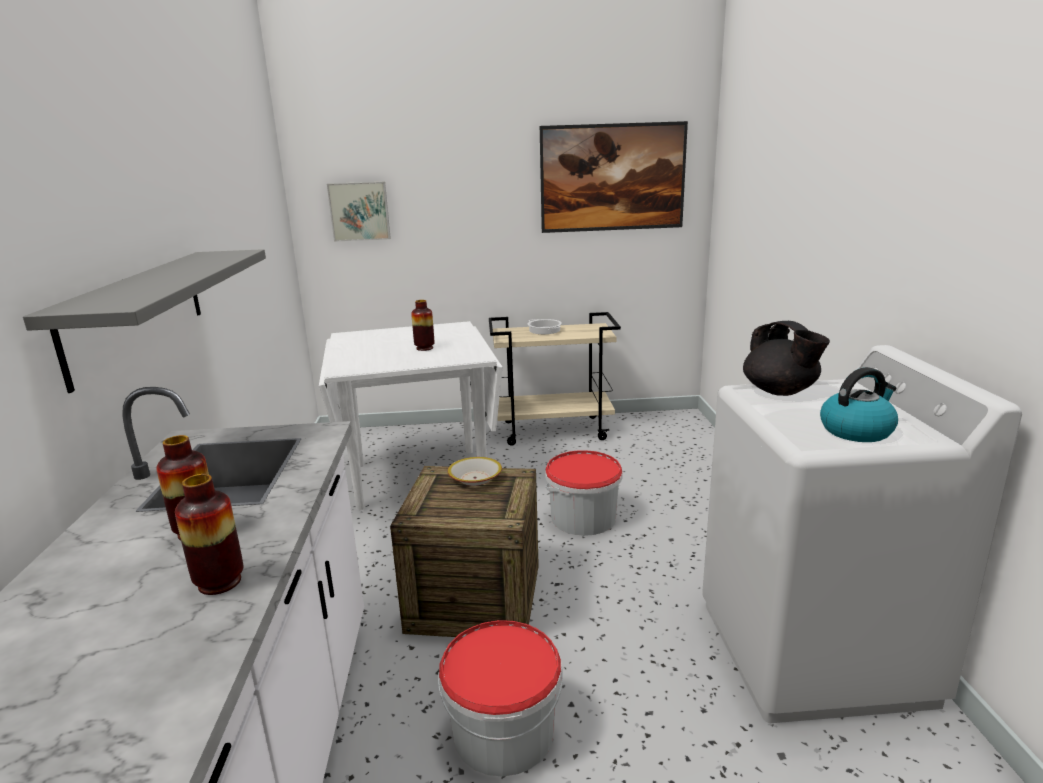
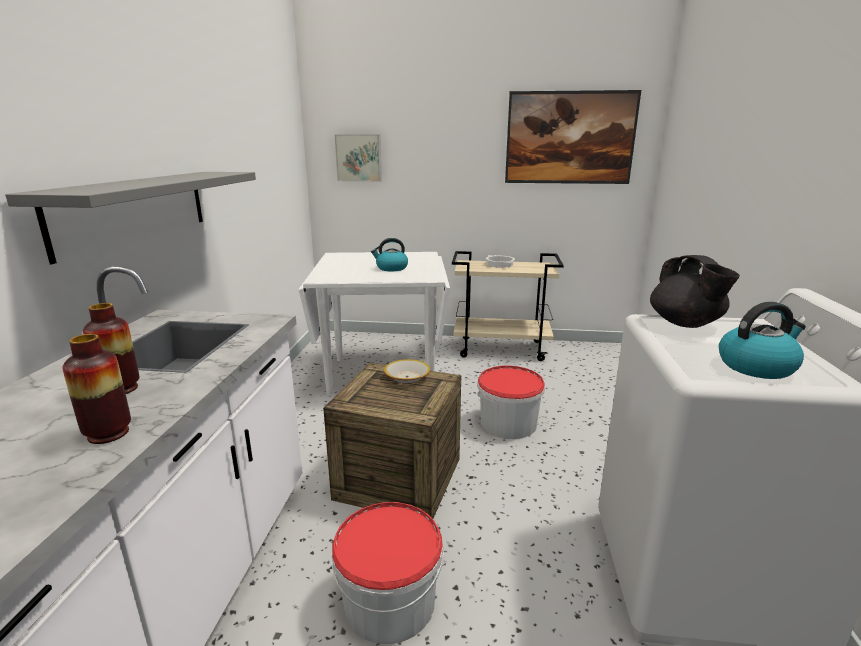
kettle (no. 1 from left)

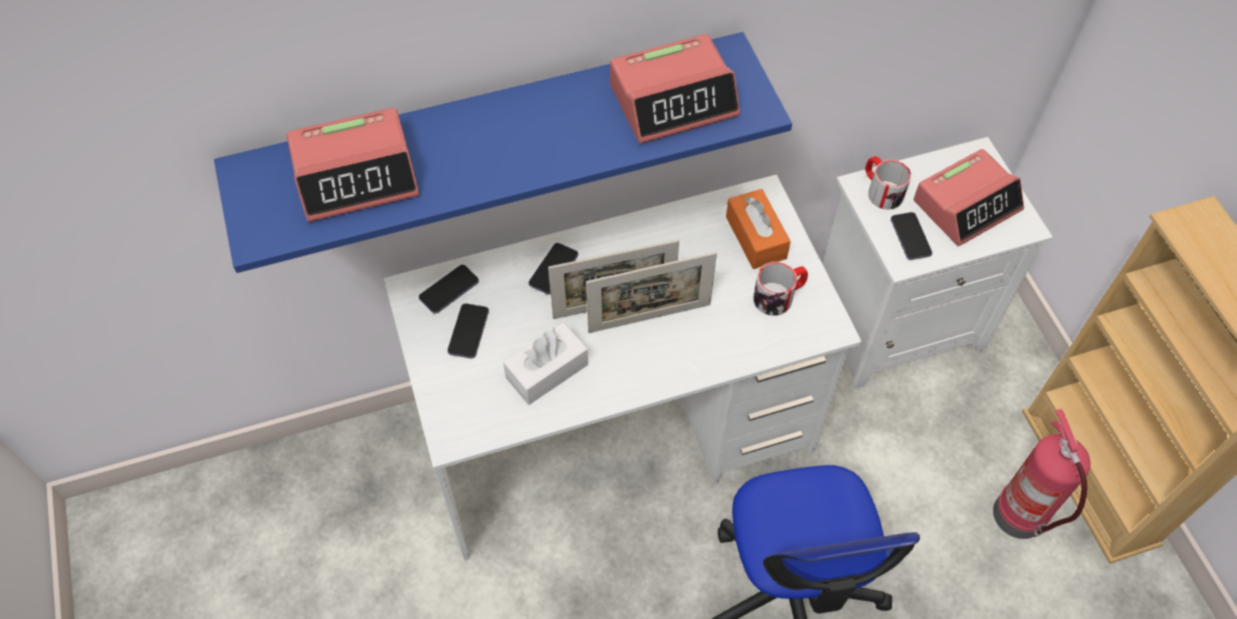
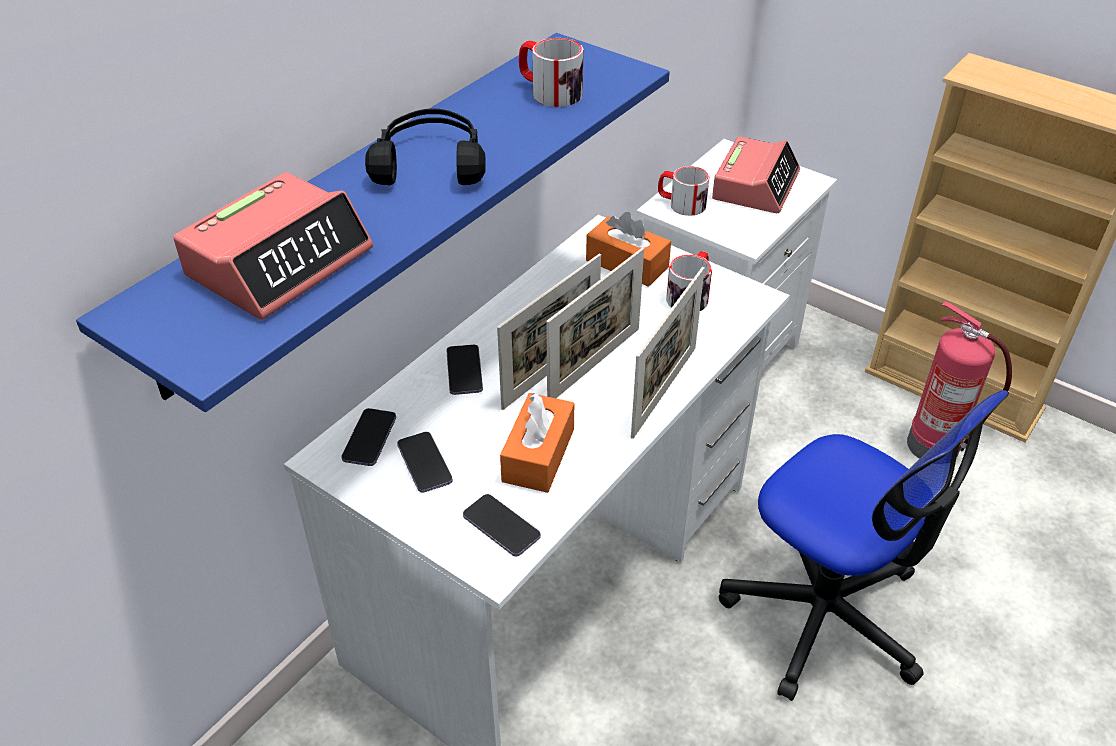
mug (no. 1 from left)
phone (no. 4 from left)
orange tissue box (no. 1 from left)
black headphones
picture frame (no. 3 from left)

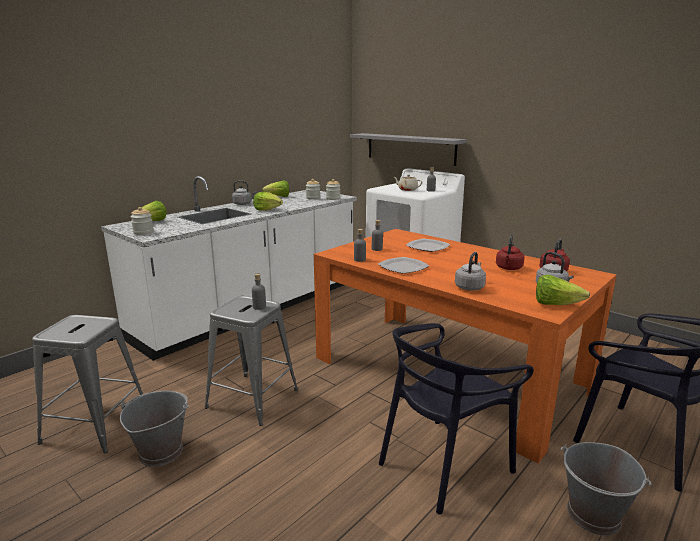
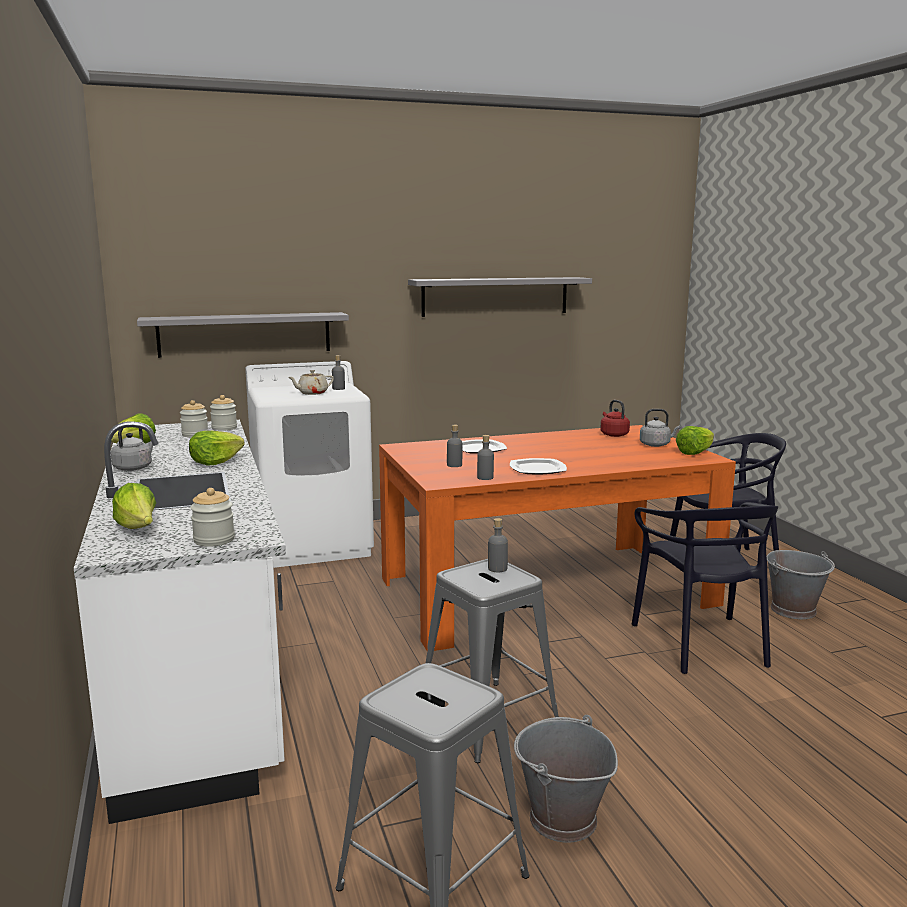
red kettle (no. 1 from left in the first image)
grey kettle (no. 2 from left in the first image)
grey shelf (no. 2 from left)

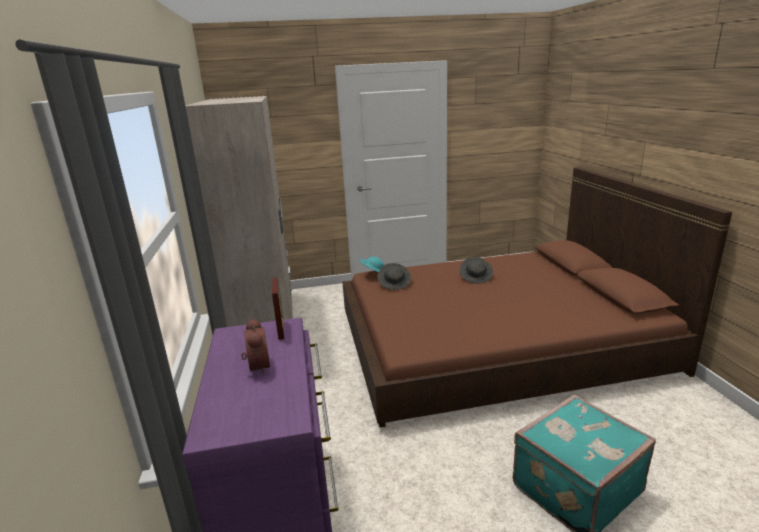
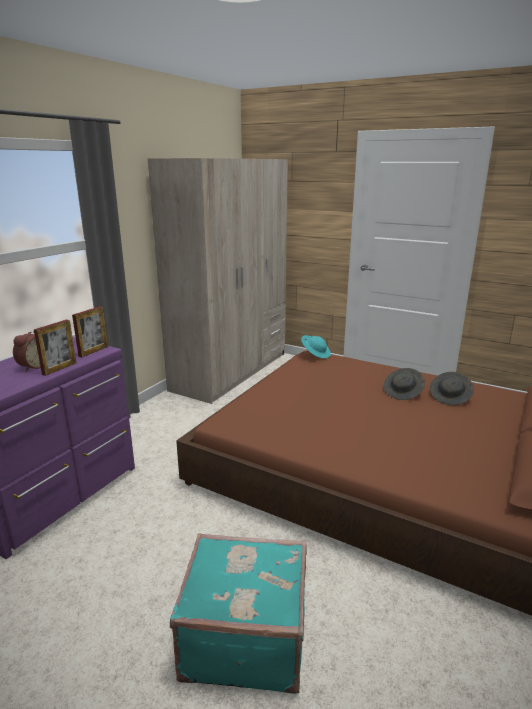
grey hat (no. 2 from left)
picture frame (no. 1 from left)

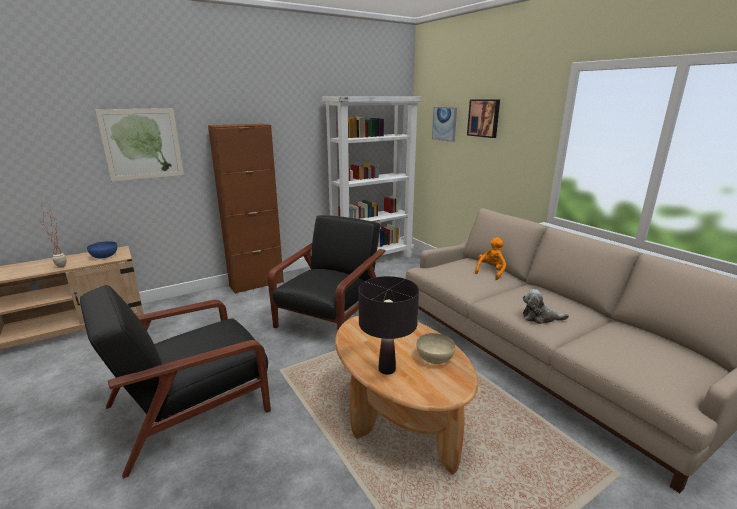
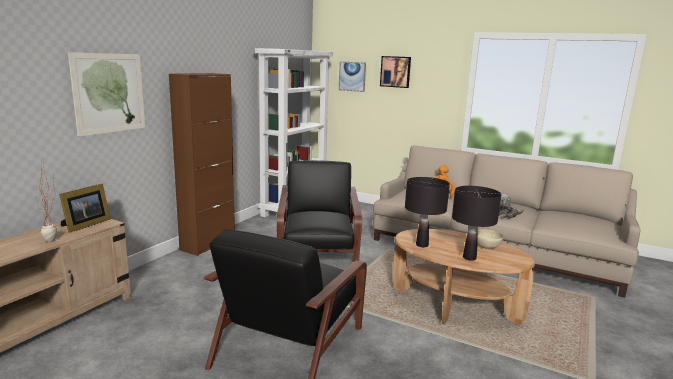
picture frame
black table lamp (no. 1 from left)

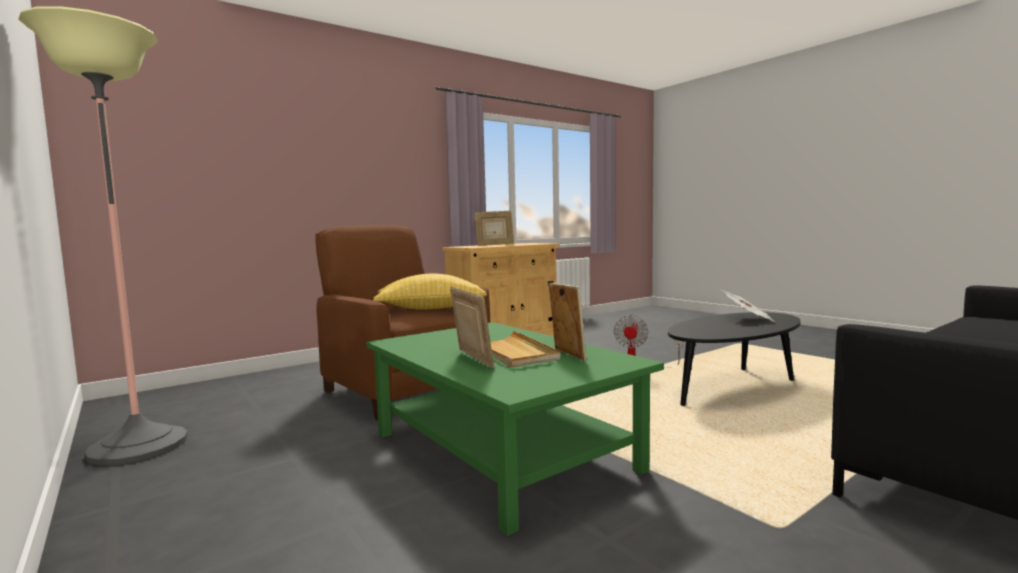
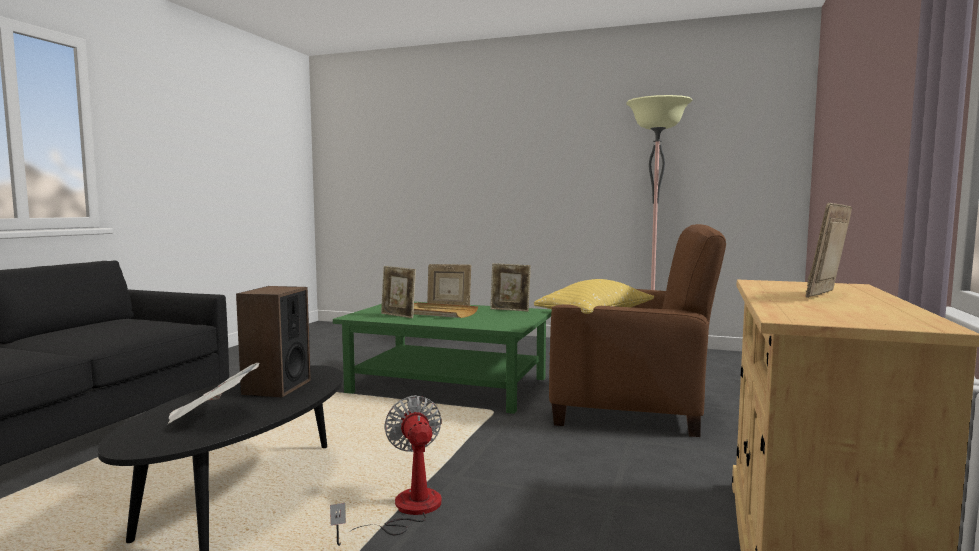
picture frame (no. 3 from left)
speaker

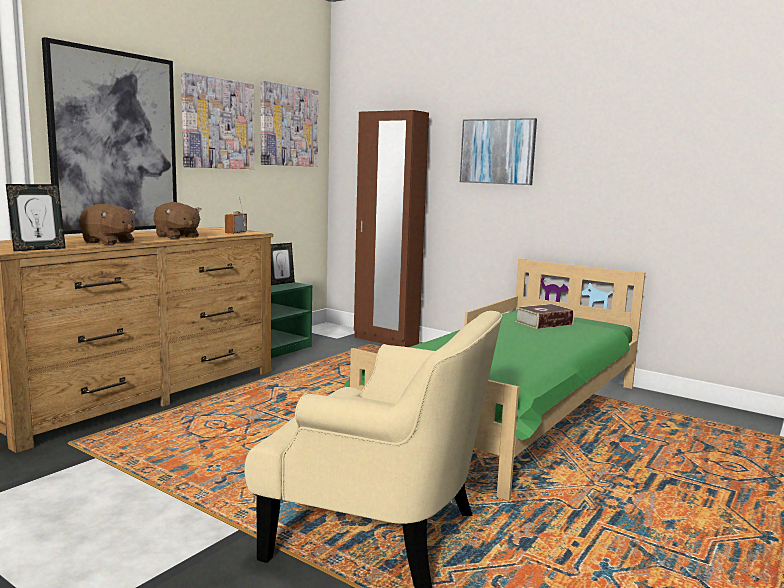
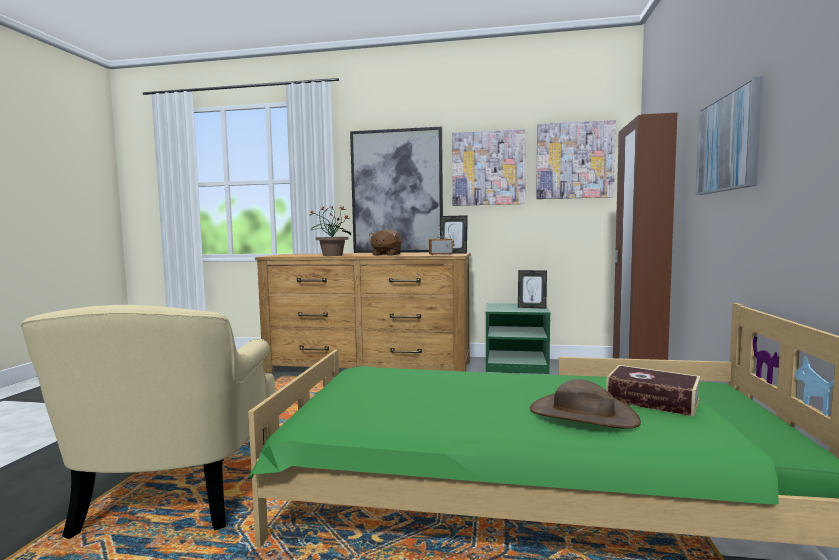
picture frame (no. 1 from left)
potted plant
brown hat

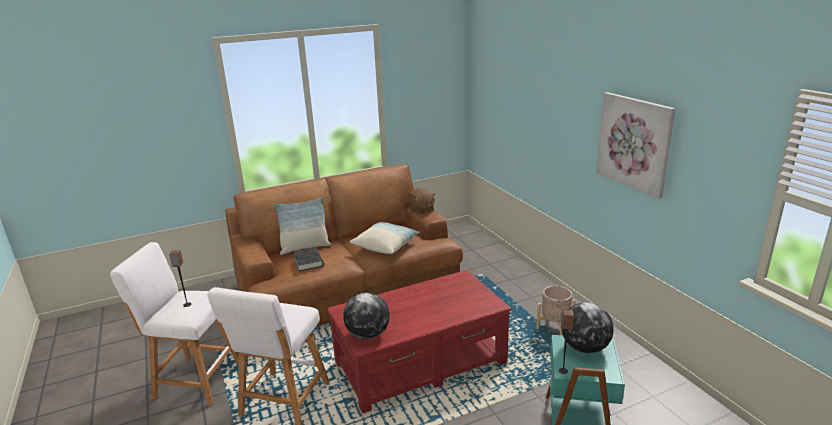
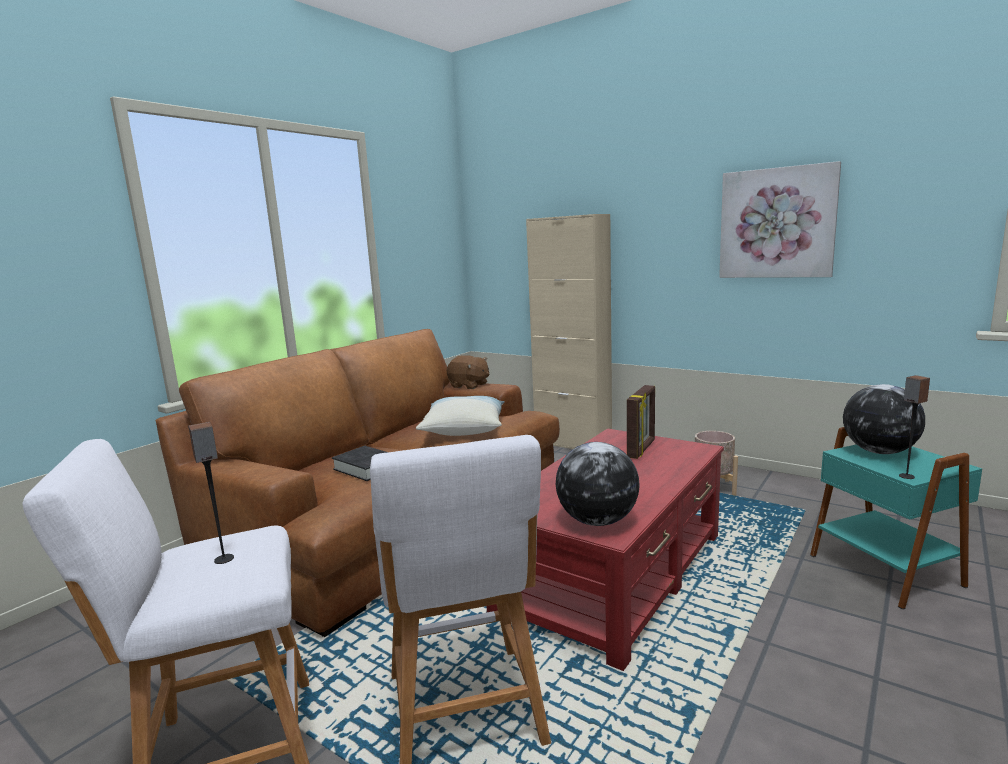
pillow (no. 1 from left in the first image)
beige cabinet
picture frame

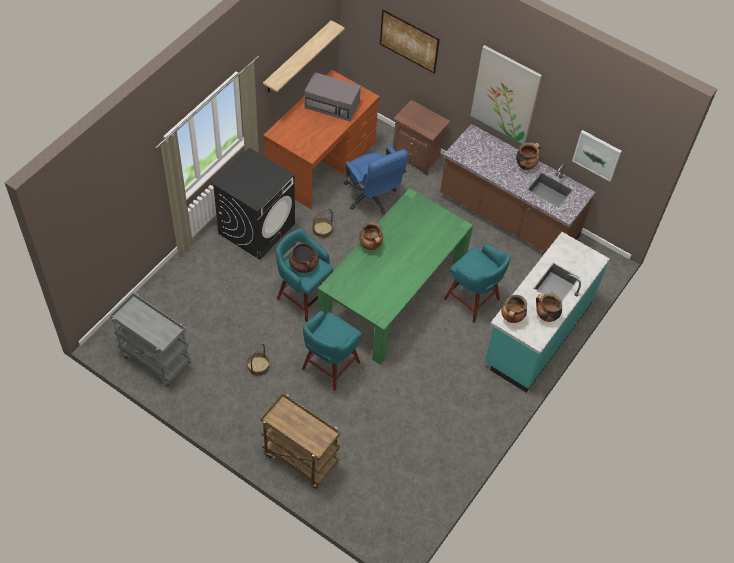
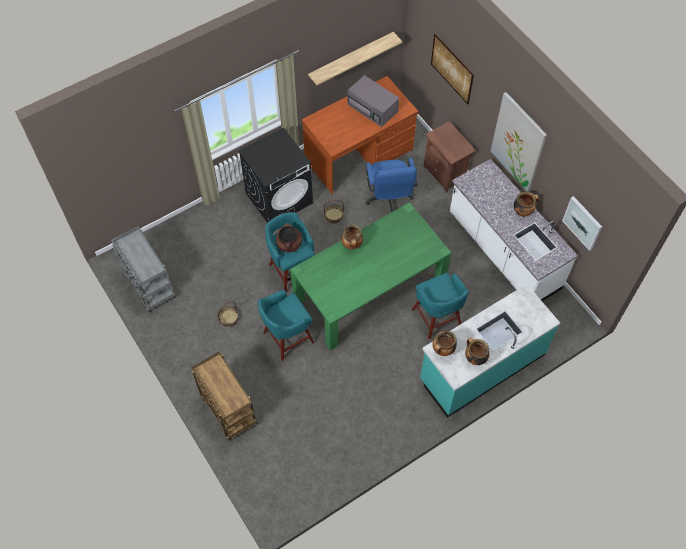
white counter

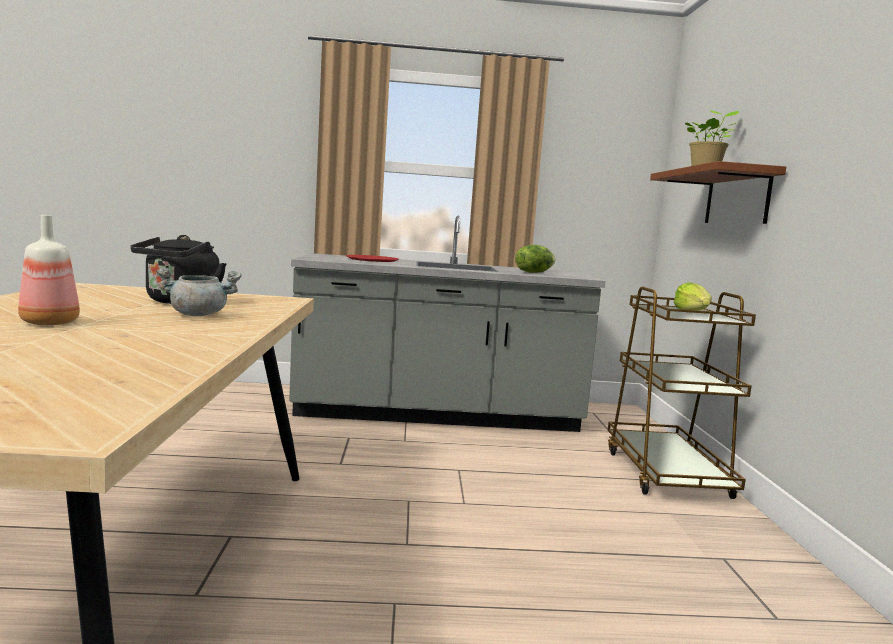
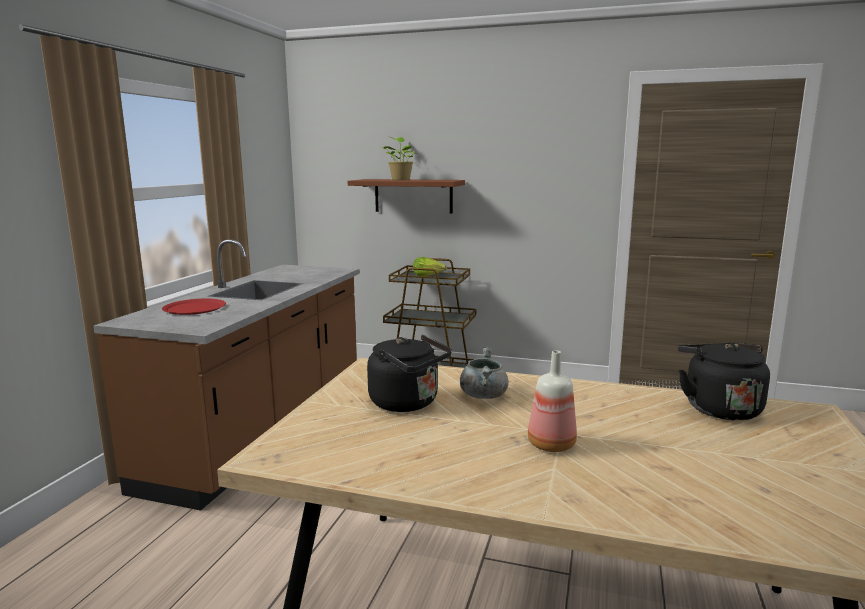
brown counter
lettuce (no. 1 from left in the first image)
black kettle (no. 2 from left)

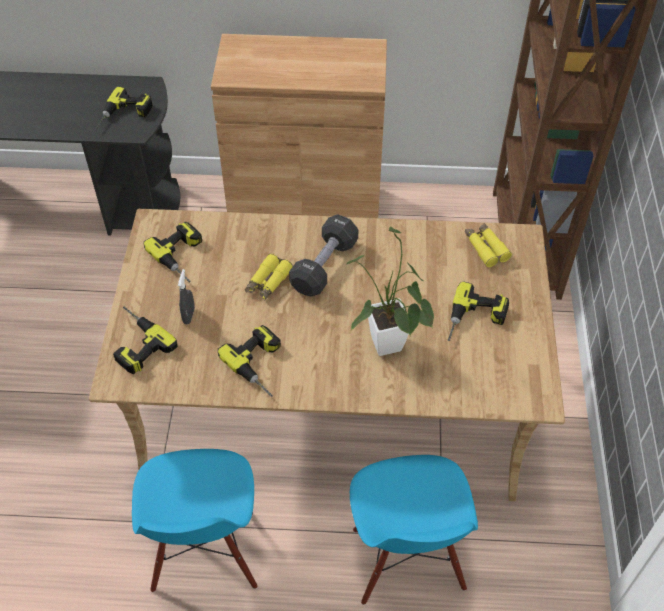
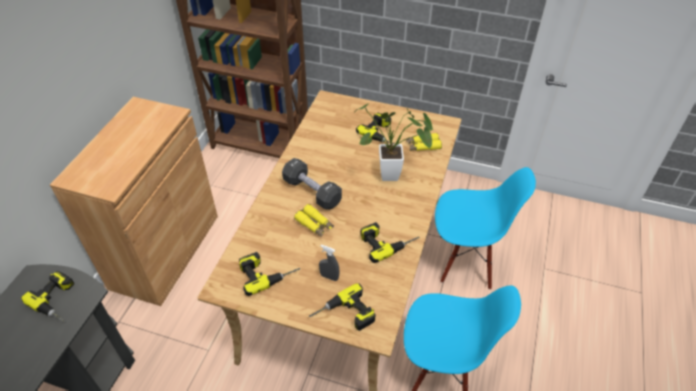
yellow binoculars (no. 2 from left)

